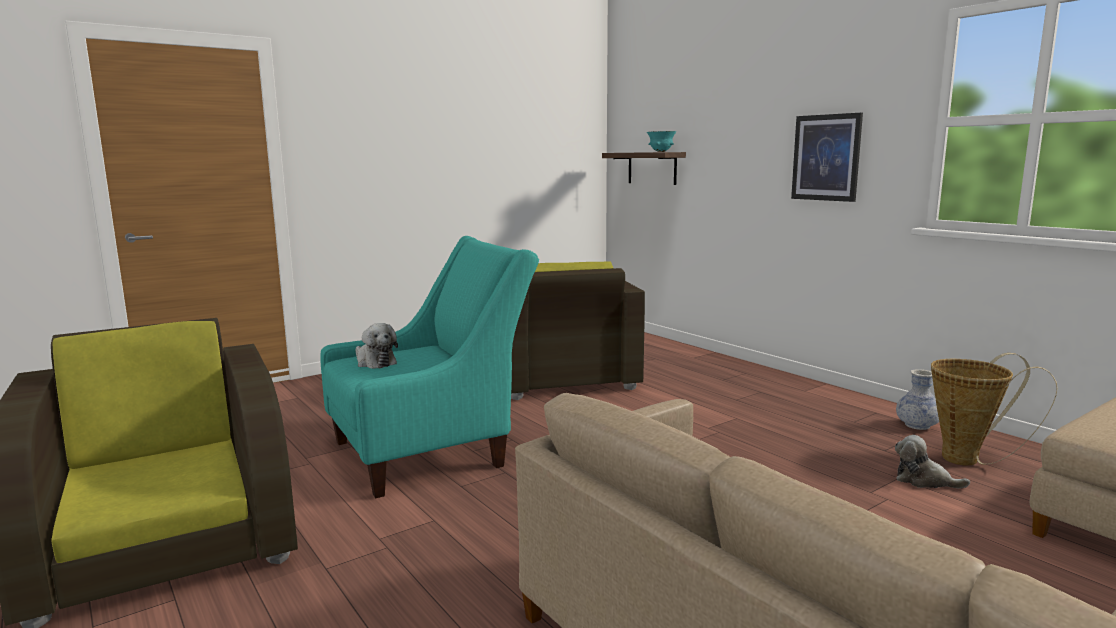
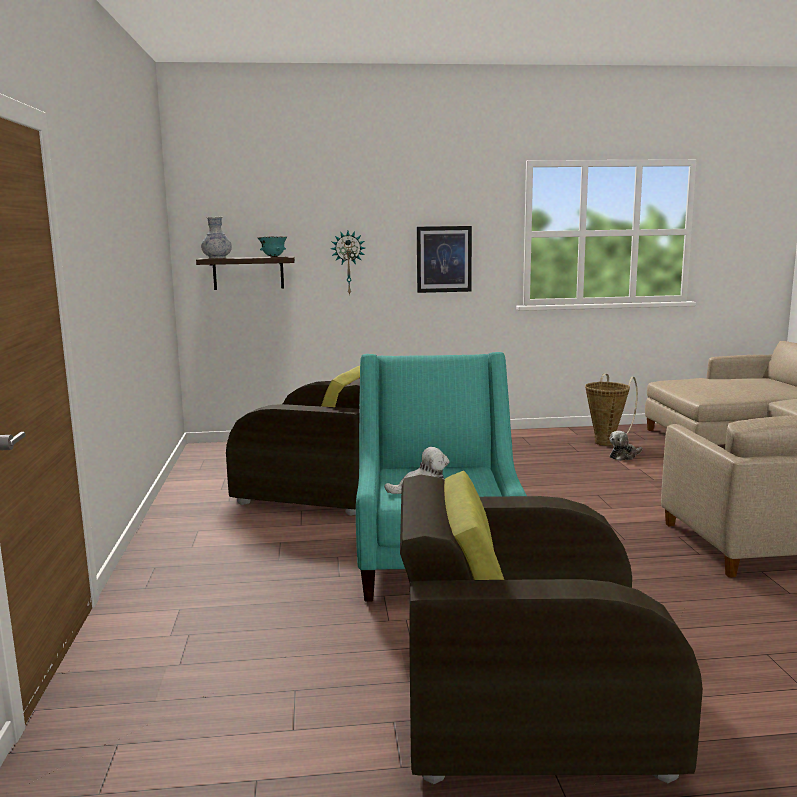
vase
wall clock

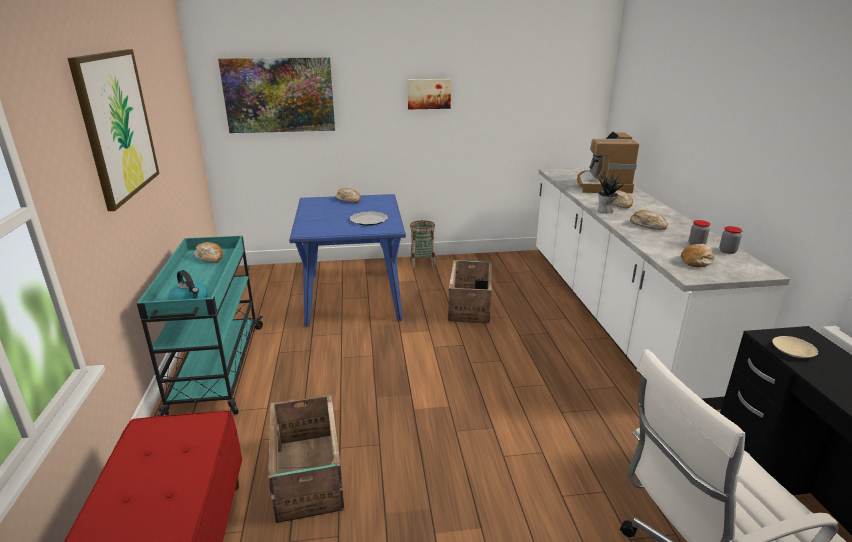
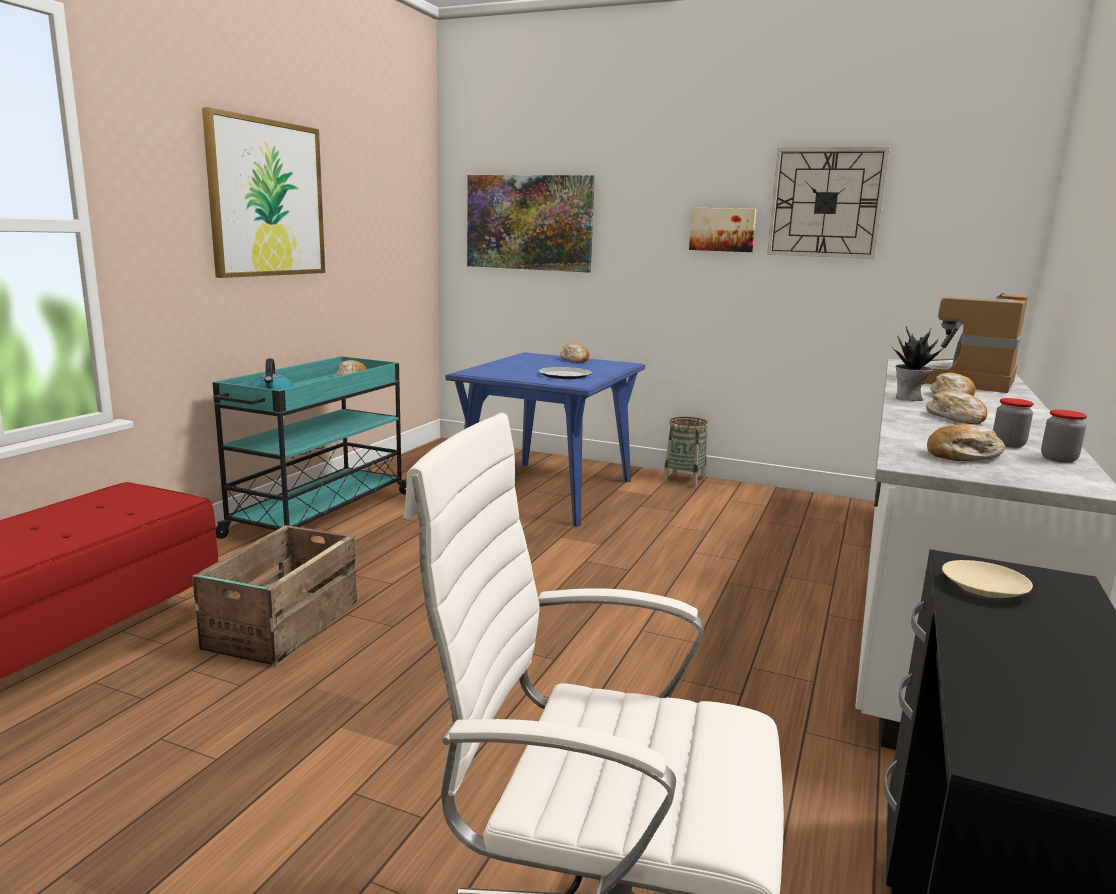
crate (no. 2 from left in the first image)
wall clock

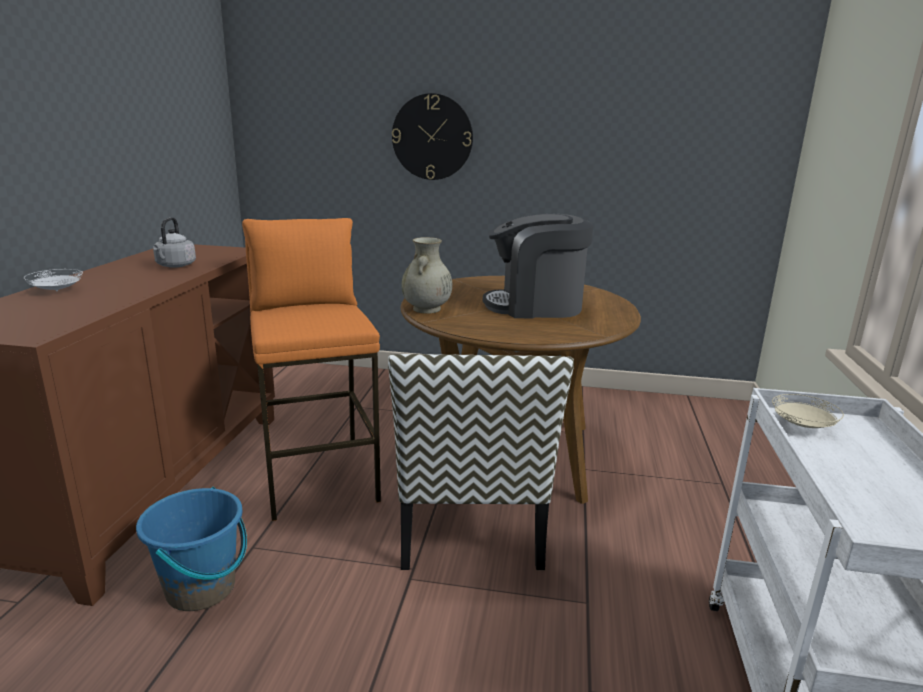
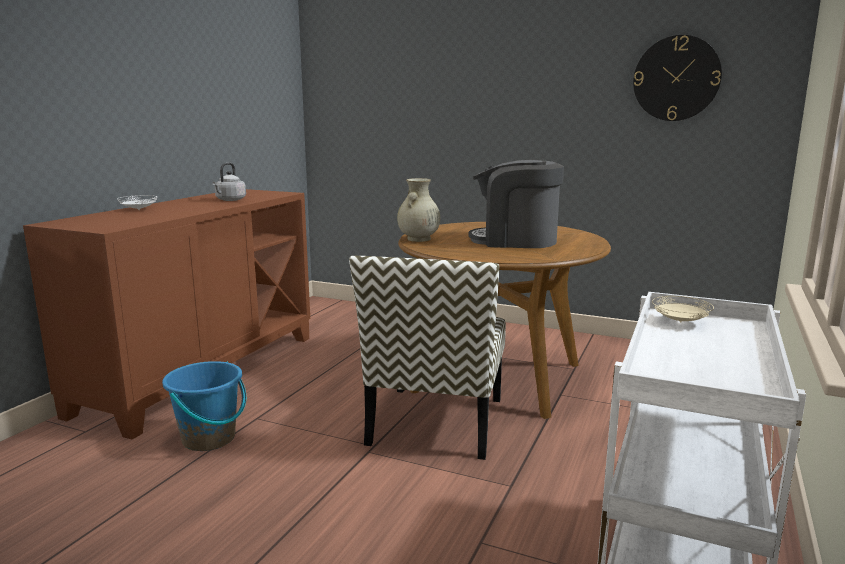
wall clock
orange stool

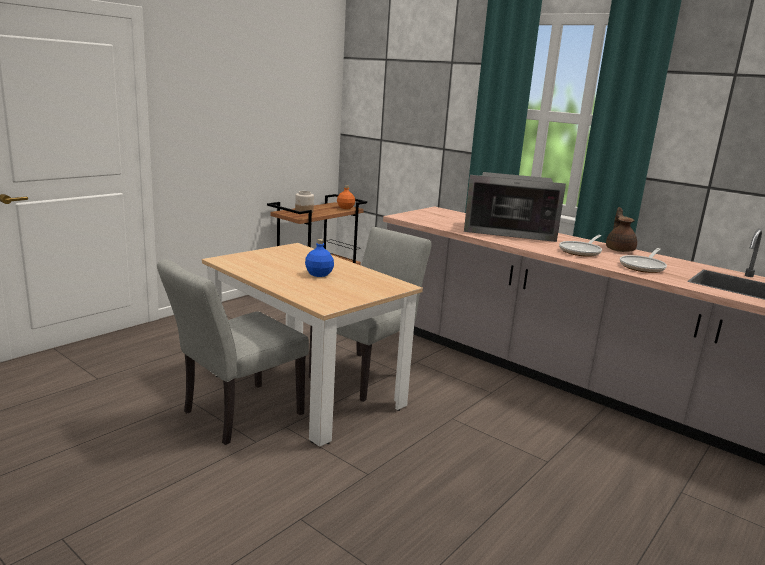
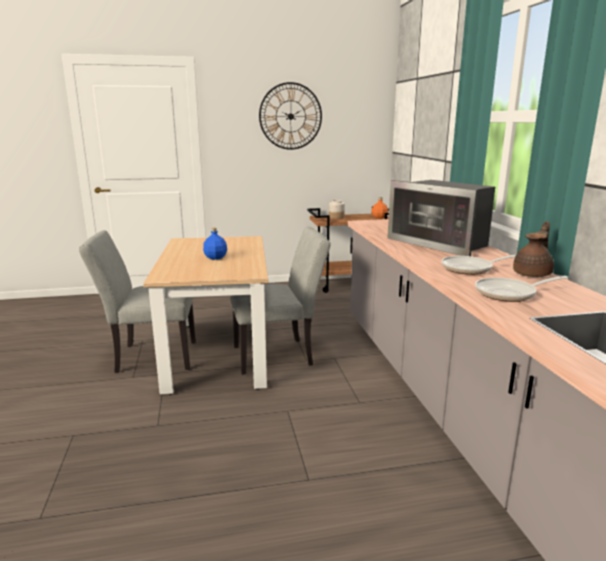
wall clock

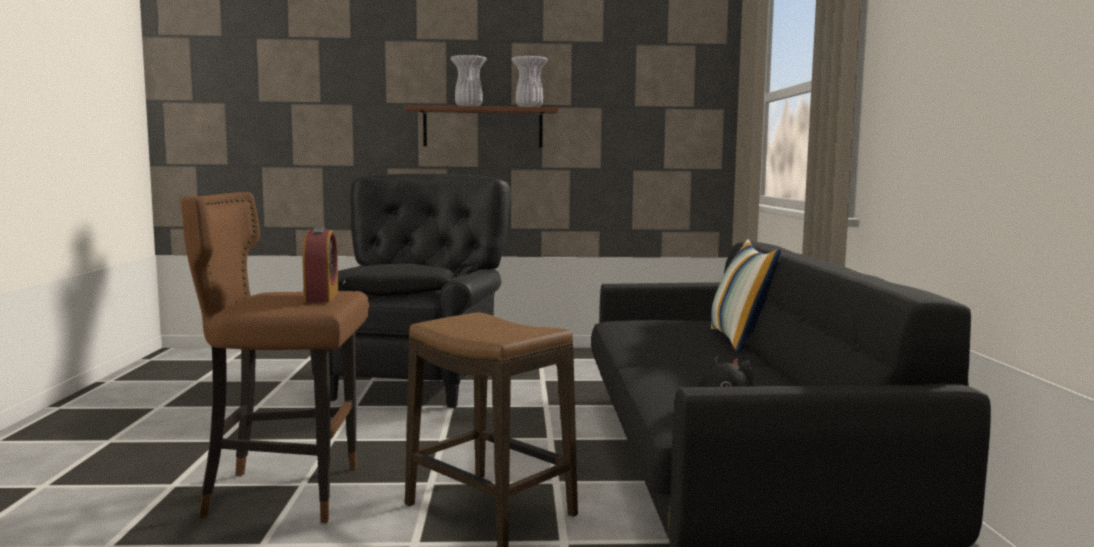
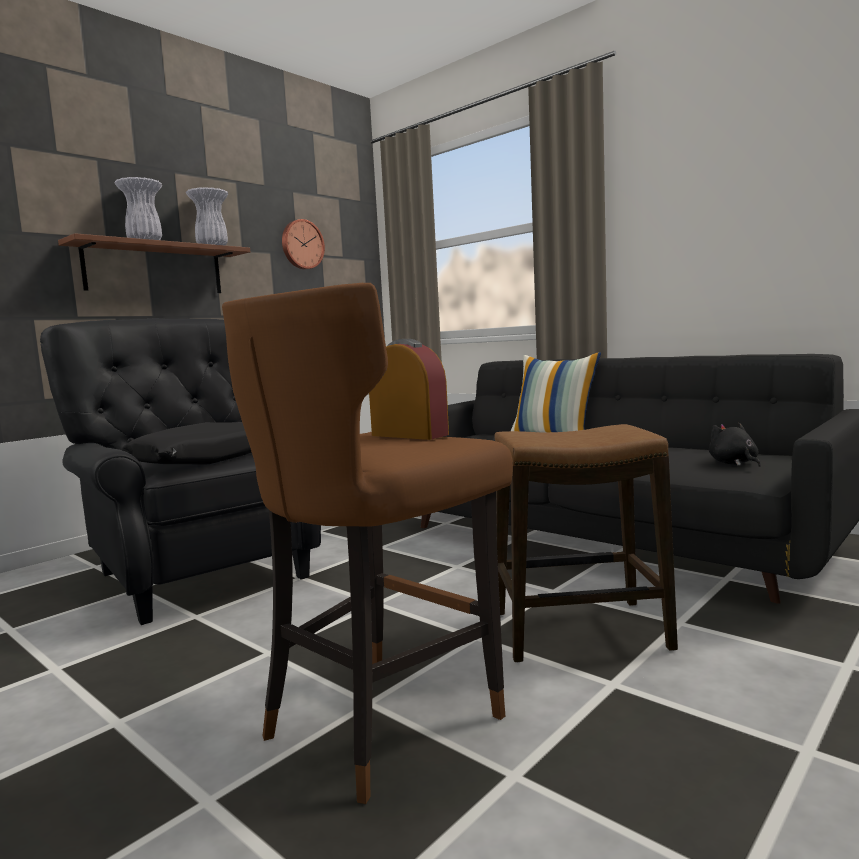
wall clock

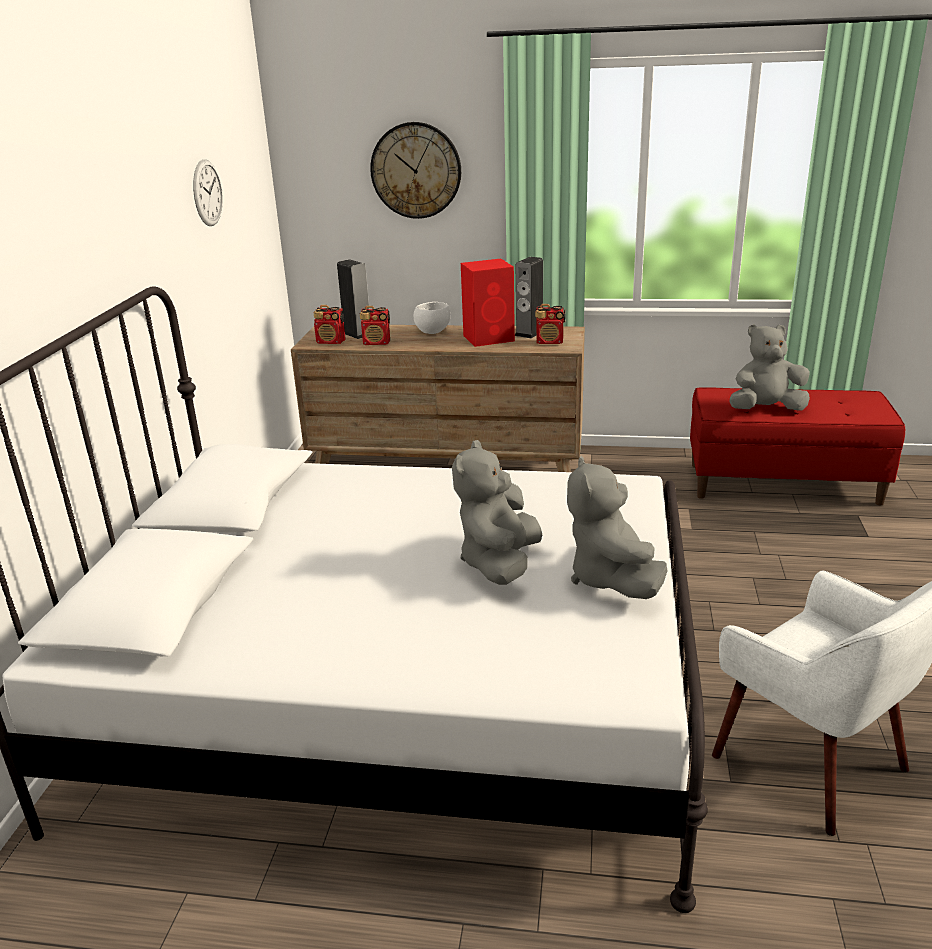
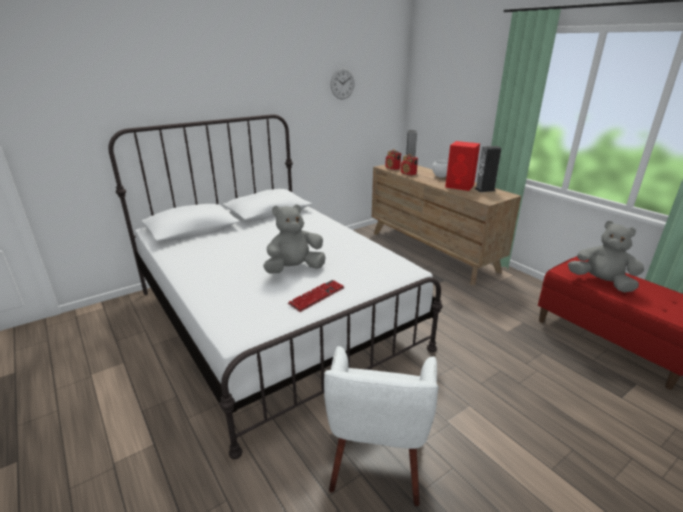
wall clock (no. 2 from left in the first image)
radio (no. 3 from left in the first image)
keyboard

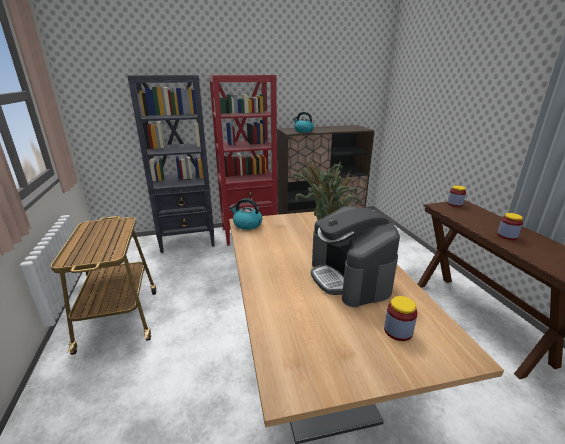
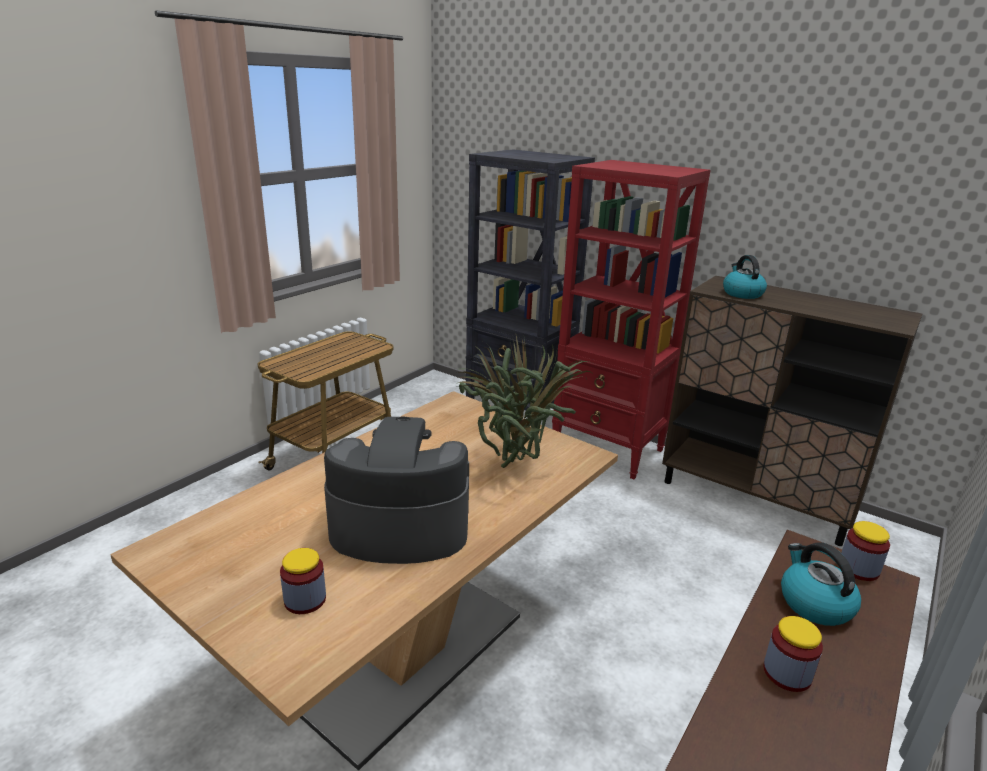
kettle (no. 2 from left)
coffee machine

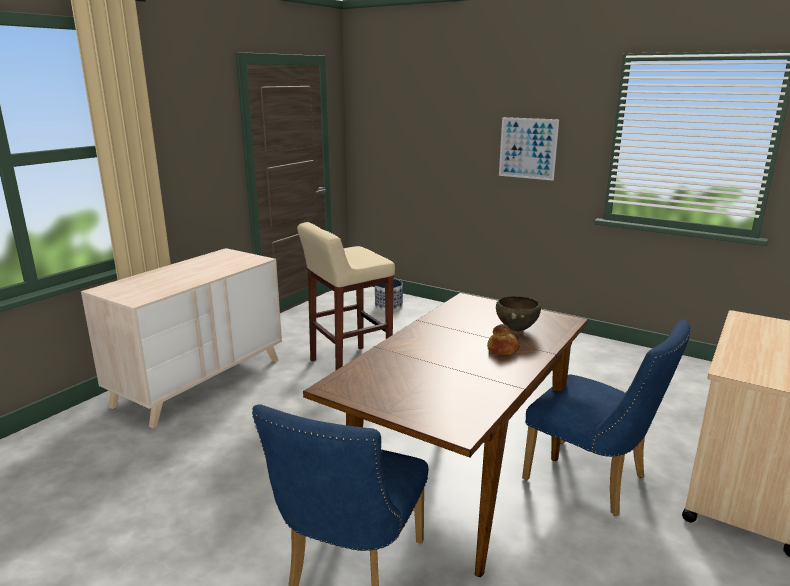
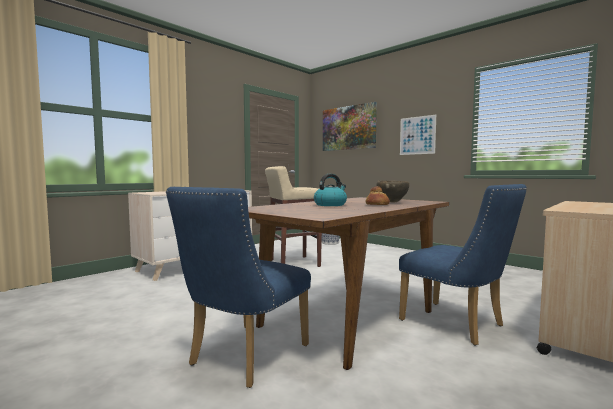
picture (no. 1 from left)
kettle

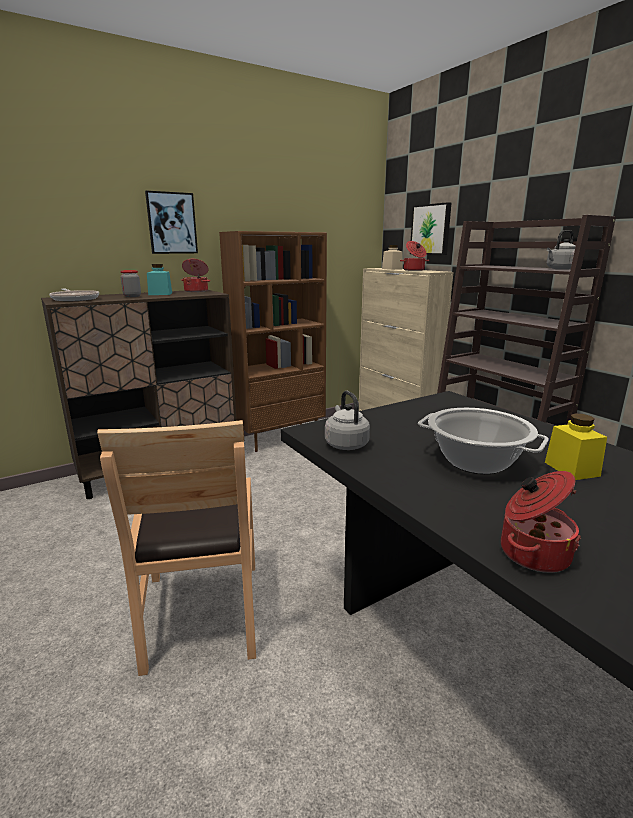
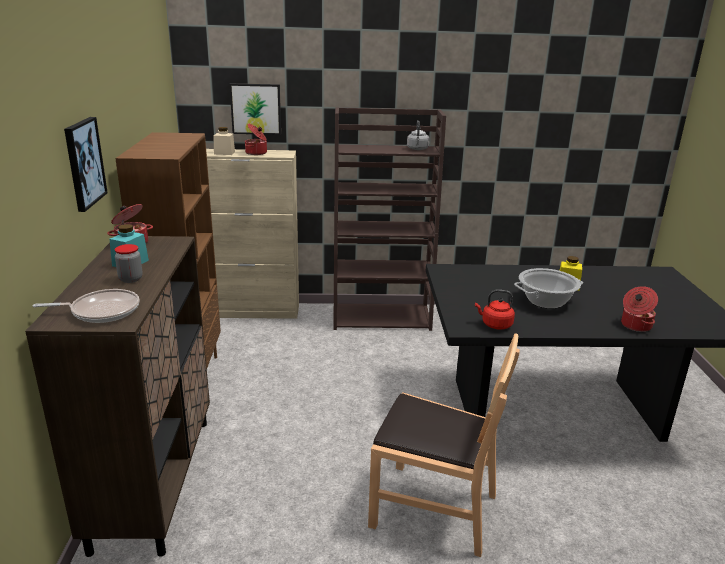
red kettle

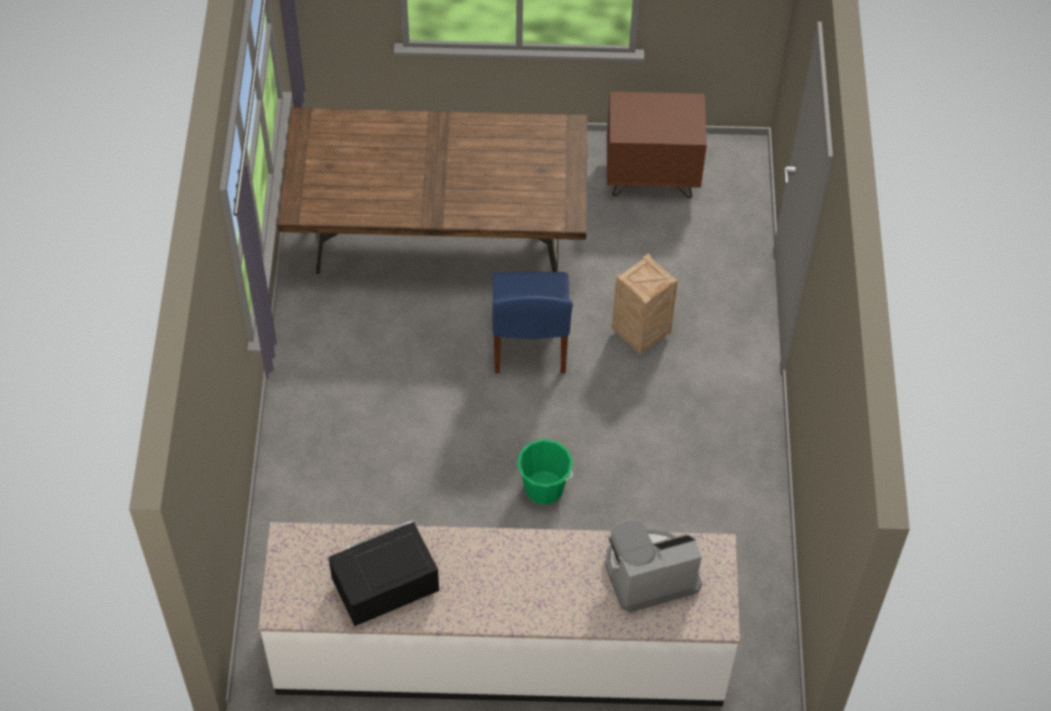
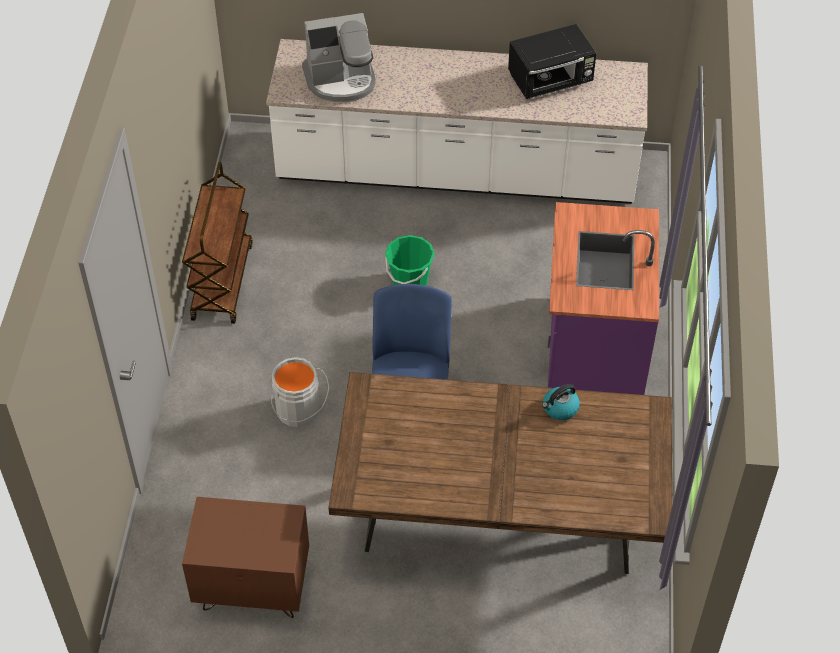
grey bucket
brown cart
purple counter
kettle

